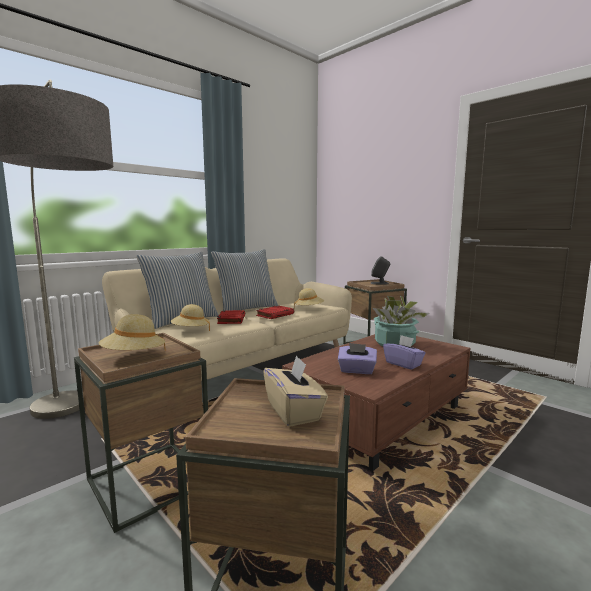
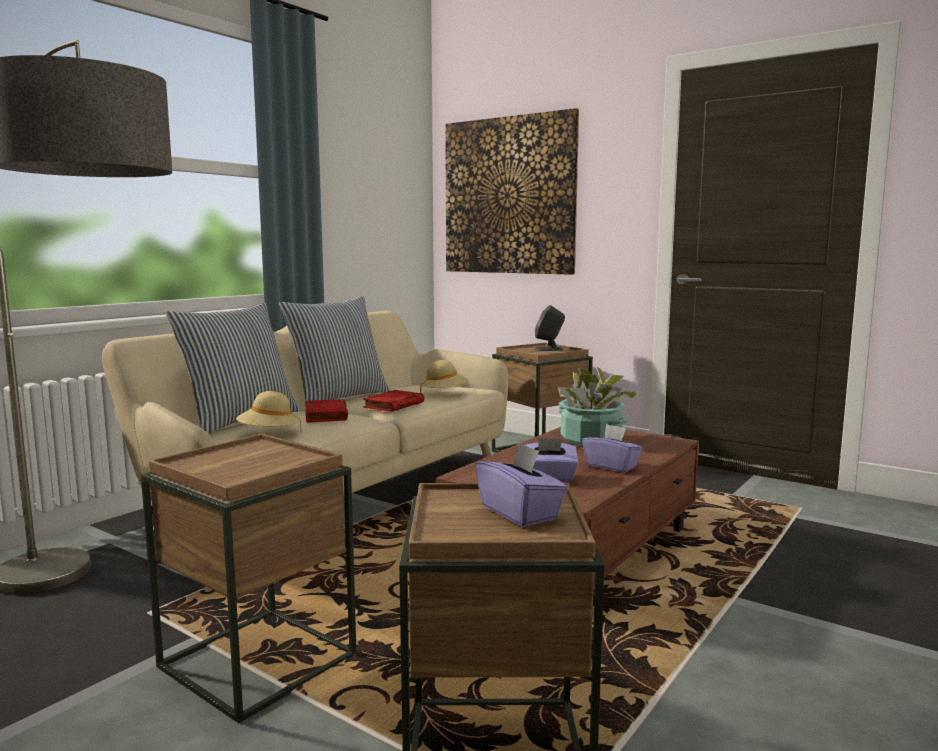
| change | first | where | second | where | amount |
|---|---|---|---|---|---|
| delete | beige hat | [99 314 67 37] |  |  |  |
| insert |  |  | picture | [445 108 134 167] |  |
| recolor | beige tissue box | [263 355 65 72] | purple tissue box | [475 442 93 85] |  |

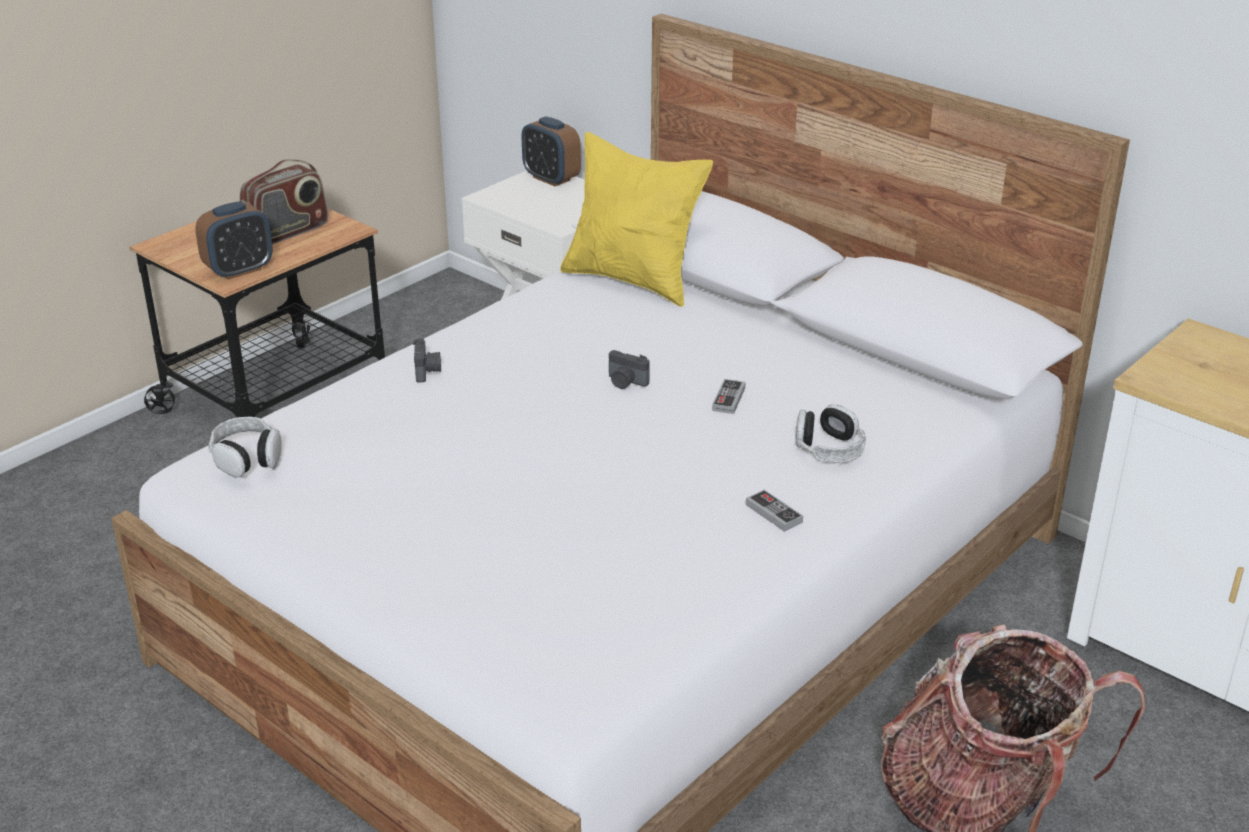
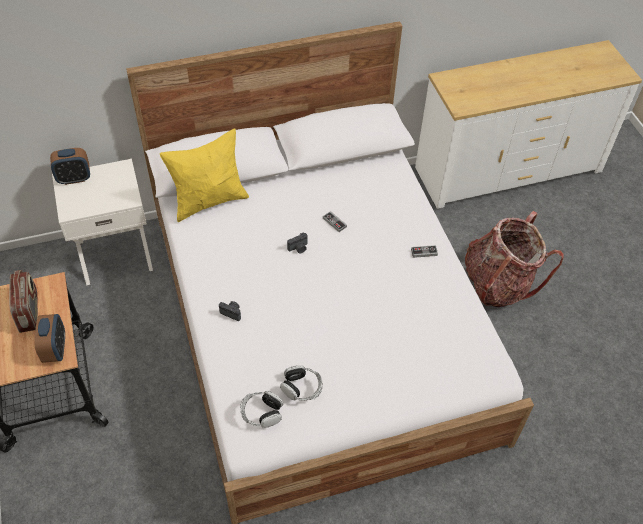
| change | first | where | second | where | amount |
|---|---|---|---|---|---|
| move | headphones | [796 404 70 59] |  | [280 365 43 36] |  |

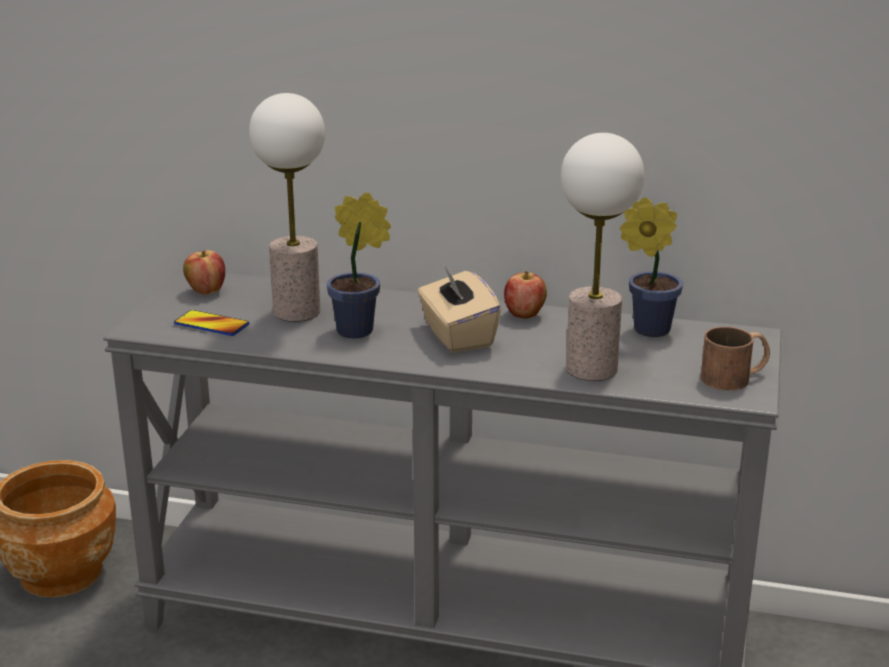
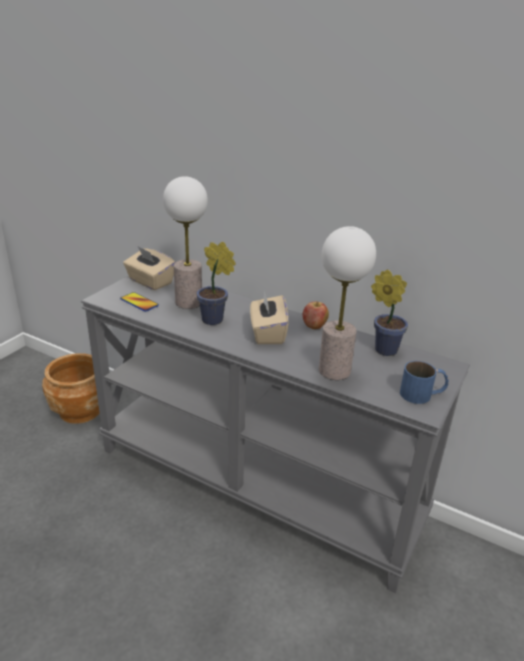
| change | first | where | second | where | amount |
|---|---|---|---|---|---|
| replace | apple | [183 250 42 45] | beige tissue box | [123 246 52 44] |  |
| recolor | brown mug | [701 327 69 64] | blue mug | [400 361 49 43] |  |

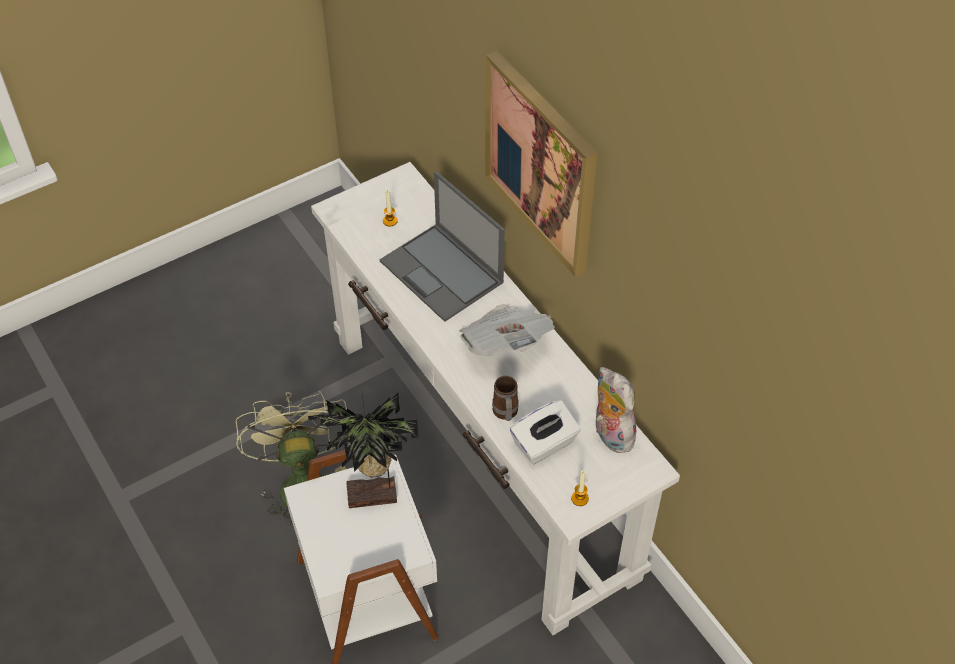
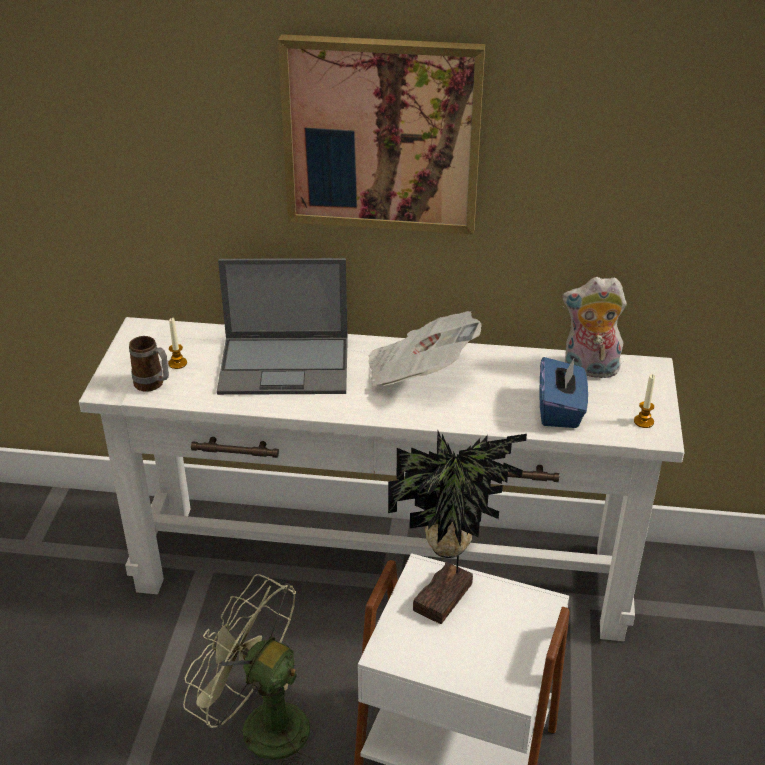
| change | first | where | second | where | amount |
|---|---|---|---|---|---|
| move | mug | [492 376 26 45] |  | [129 336 40 56] |  |
| recolor | white tissue box | [510 400 71 64] | blue tissue box | [540 357 48 71] |  |

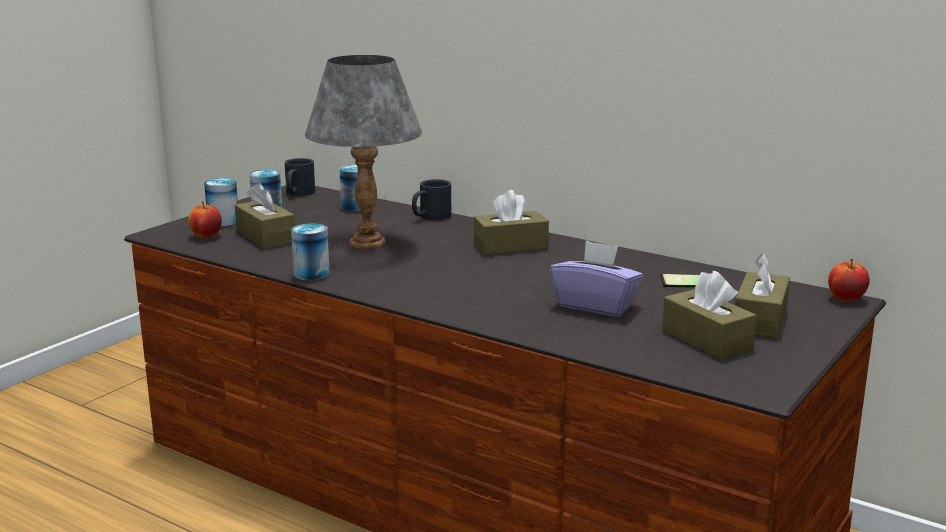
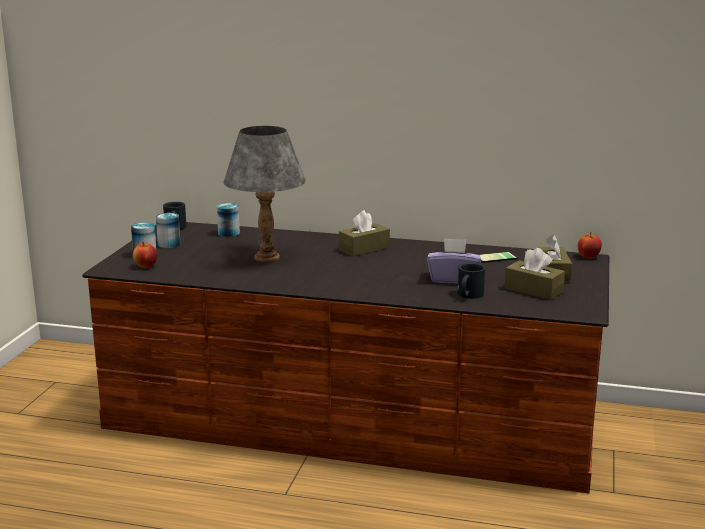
| change | first | where | second | where | amount |
|---|---|---|---|---|---|
| delete | brown tissue box | [235 183 60 65] |  |  |  |
| delete | can | [291 223 39 57] |  |  |  |
| move | black mug | [412 179 39 41] |  | [458 263 27 36] |  |

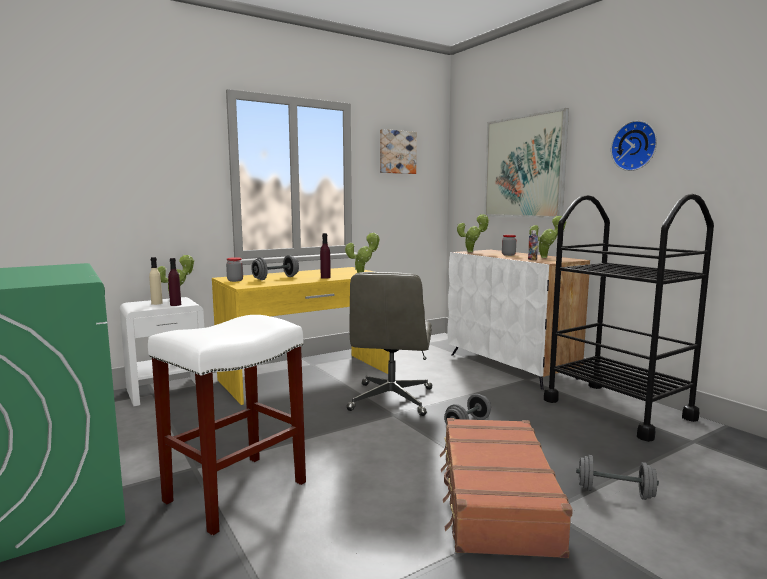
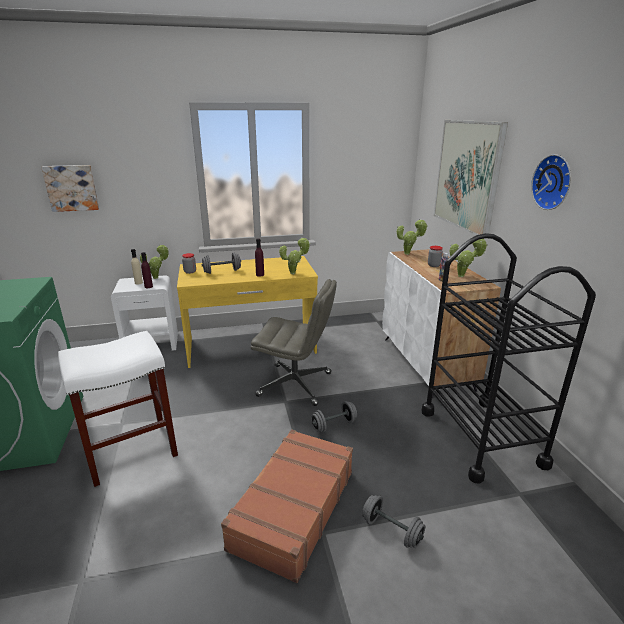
| change | first | where | second | where | amount |
|---|---|---|---|---|---|
| move | picture | [380 129 37 45] |  | [41 165 58 47] |  |
| rotate | grey office chair | [346 272 86 144] |  | [251 279 86 127] | 105 degrees counterclockwise |

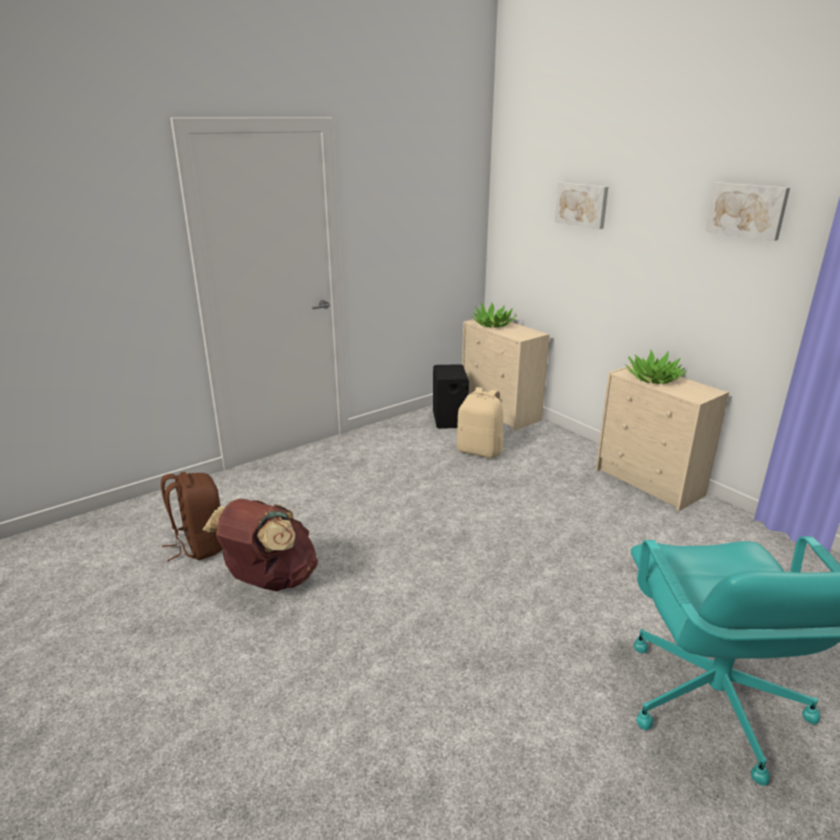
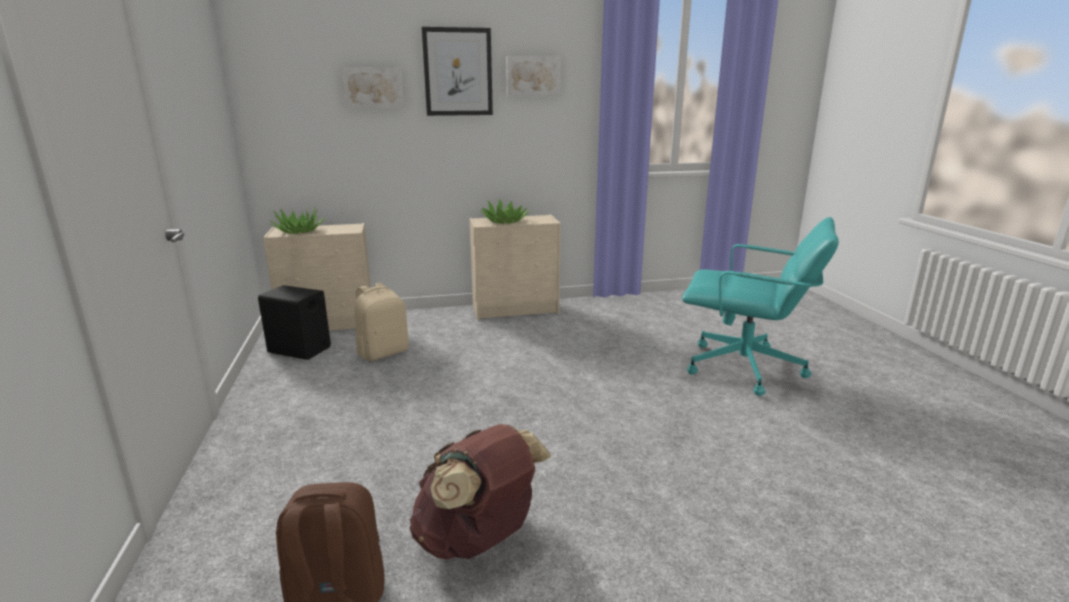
| change | first | where | second | where | amount |
|---|---|---|---|---|---|
| insert |  |  | picture | [422 27 71 89] |  |

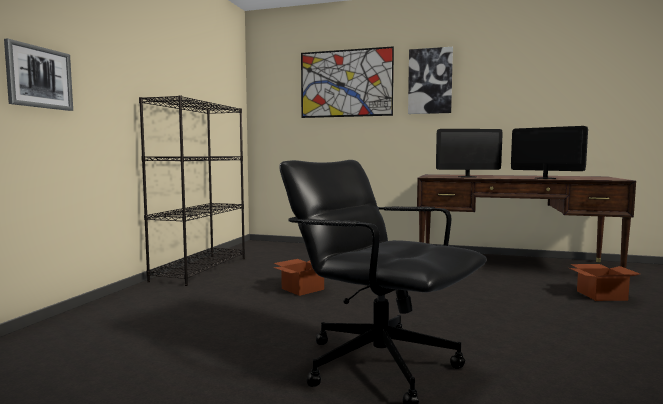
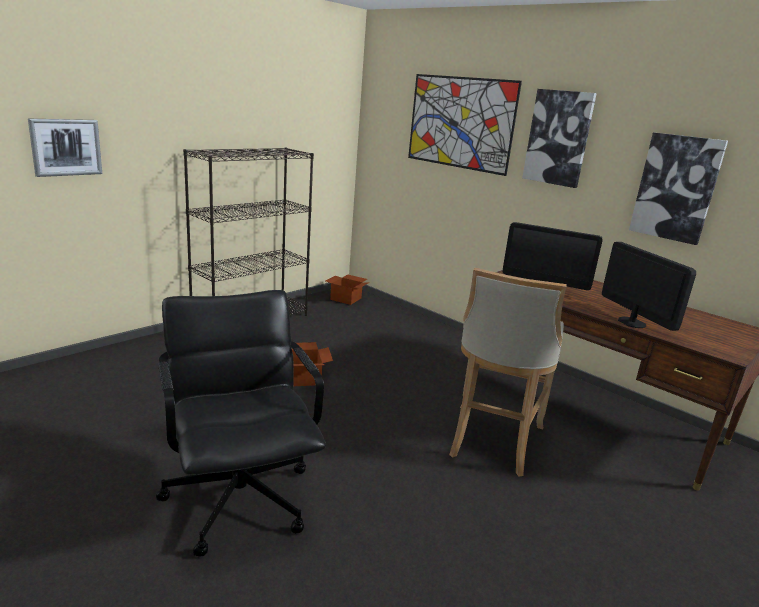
| change | first | where | second | where | amount |
|---|---|---|---|---|---|
| insert |  |  | beige stool | [449 268 118 209] |  |
| insert |  |  | picture | [629 133 99 112] |  |
| move | cardboard box | [569 264 72 37] |  | [325 274 44 31] |  |

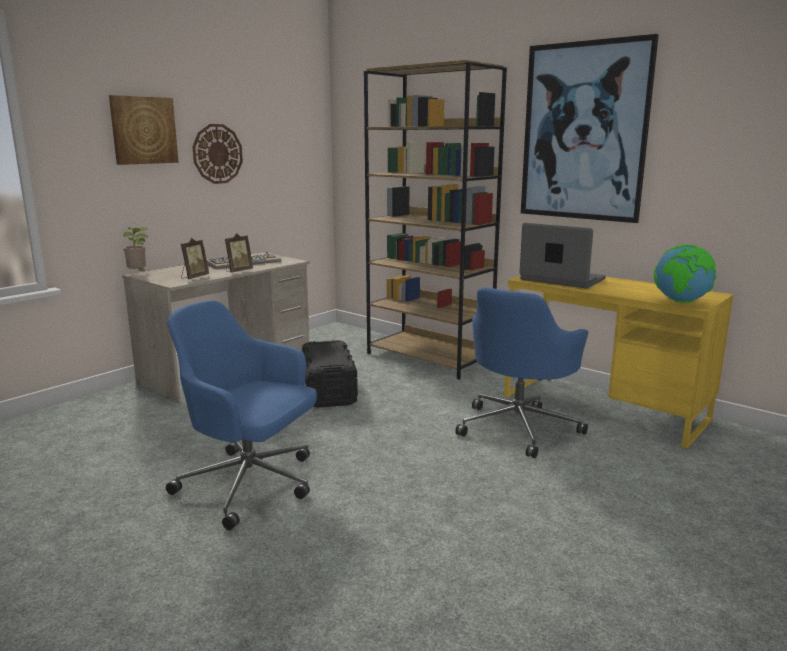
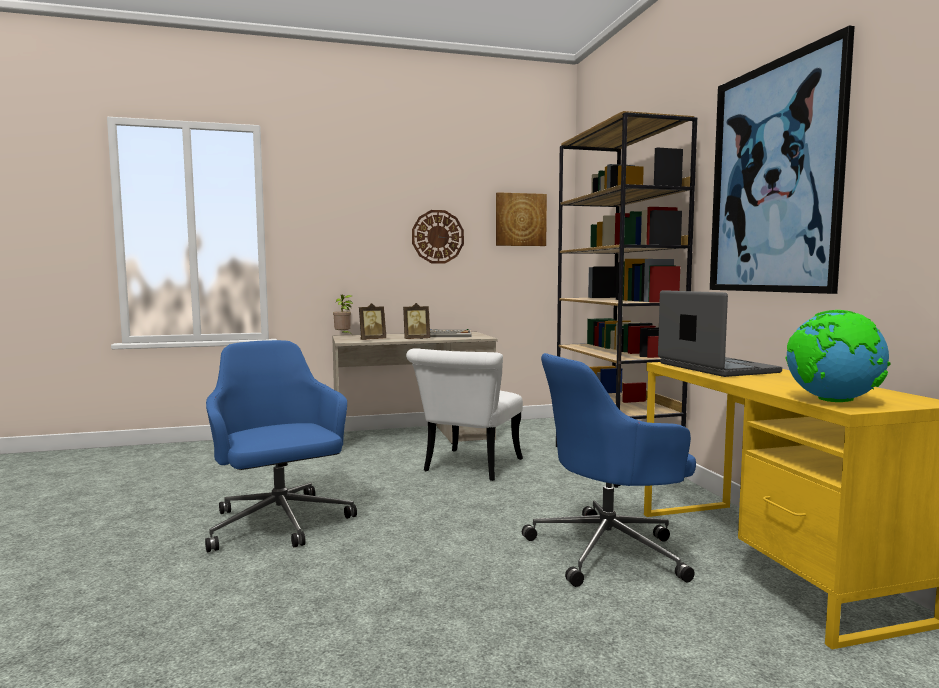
| change | first | where | second | where | amount |
|---|---|---|---|---|---|
| move | picture | [109 95 70 70] |  | [496 192 51 54] |  |
| replace | black storage box | [302 340 56 68] | white chair | [406 348 117 133] |  |

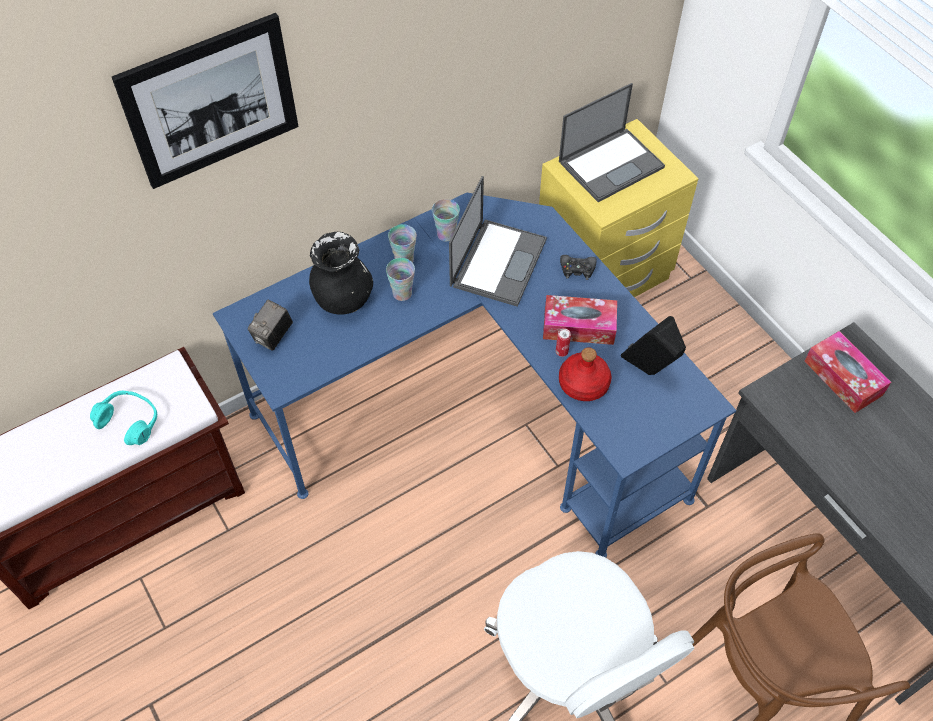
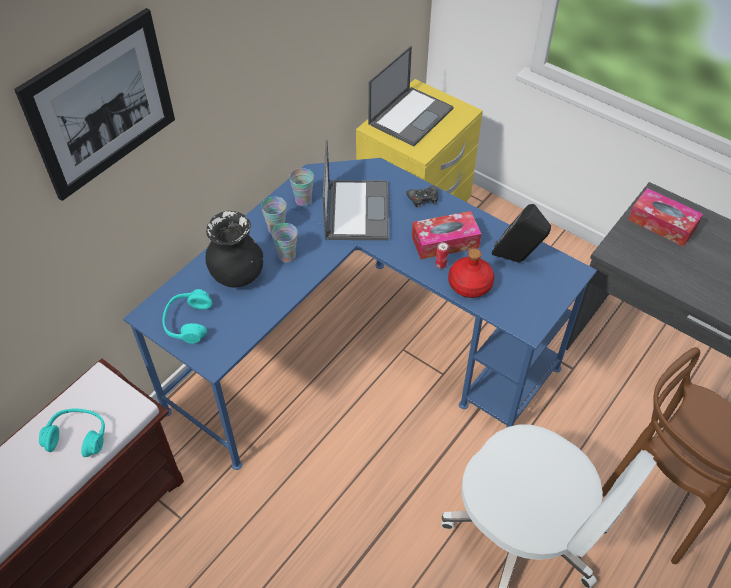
| change | first | where | second | where | amount |
|---|---|---|---|---|---|
| replace | photo camera | [248 300 45 51] | turquoise headphones | [162 289 51 55] |  |

